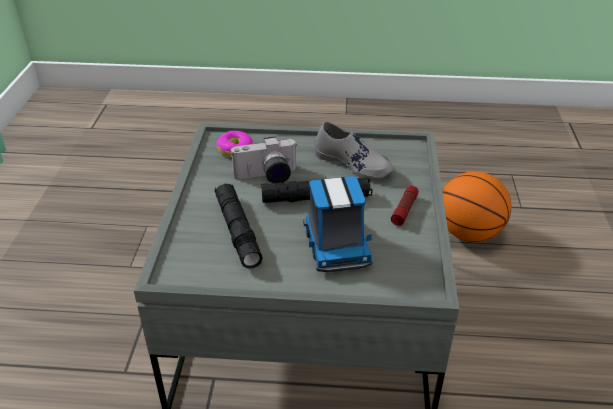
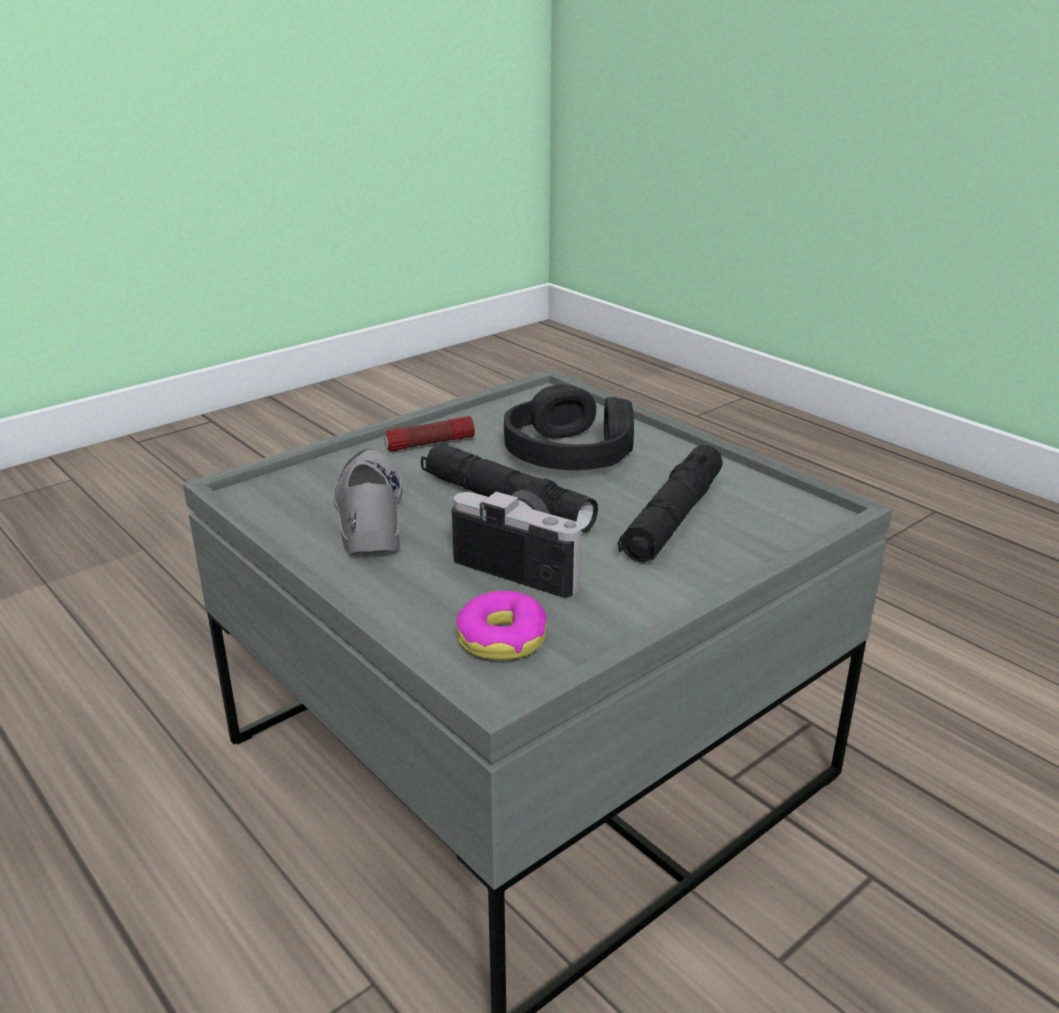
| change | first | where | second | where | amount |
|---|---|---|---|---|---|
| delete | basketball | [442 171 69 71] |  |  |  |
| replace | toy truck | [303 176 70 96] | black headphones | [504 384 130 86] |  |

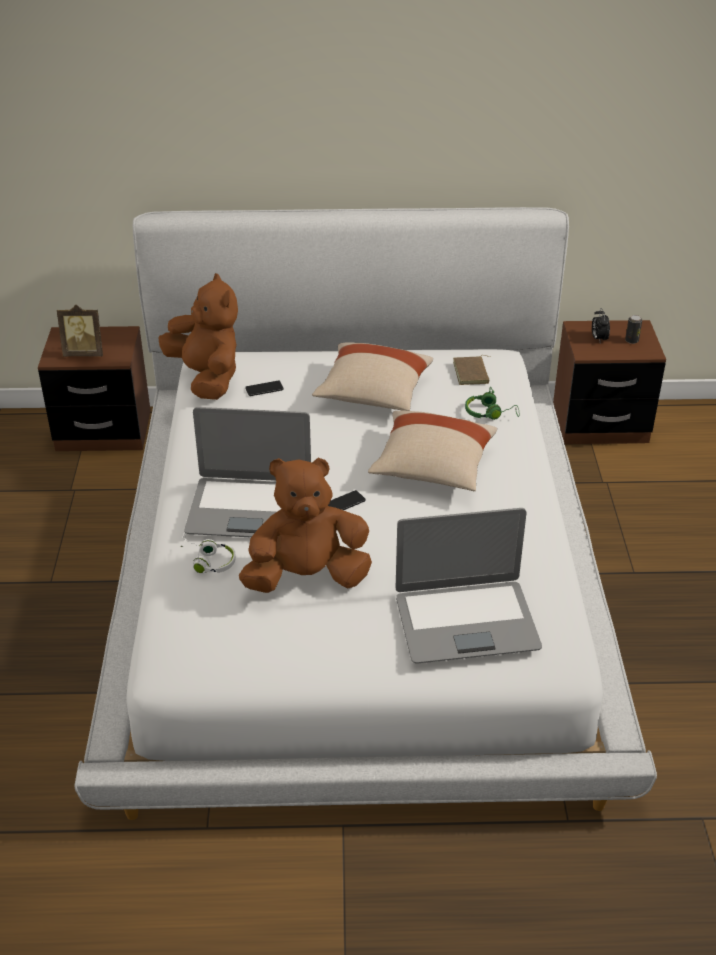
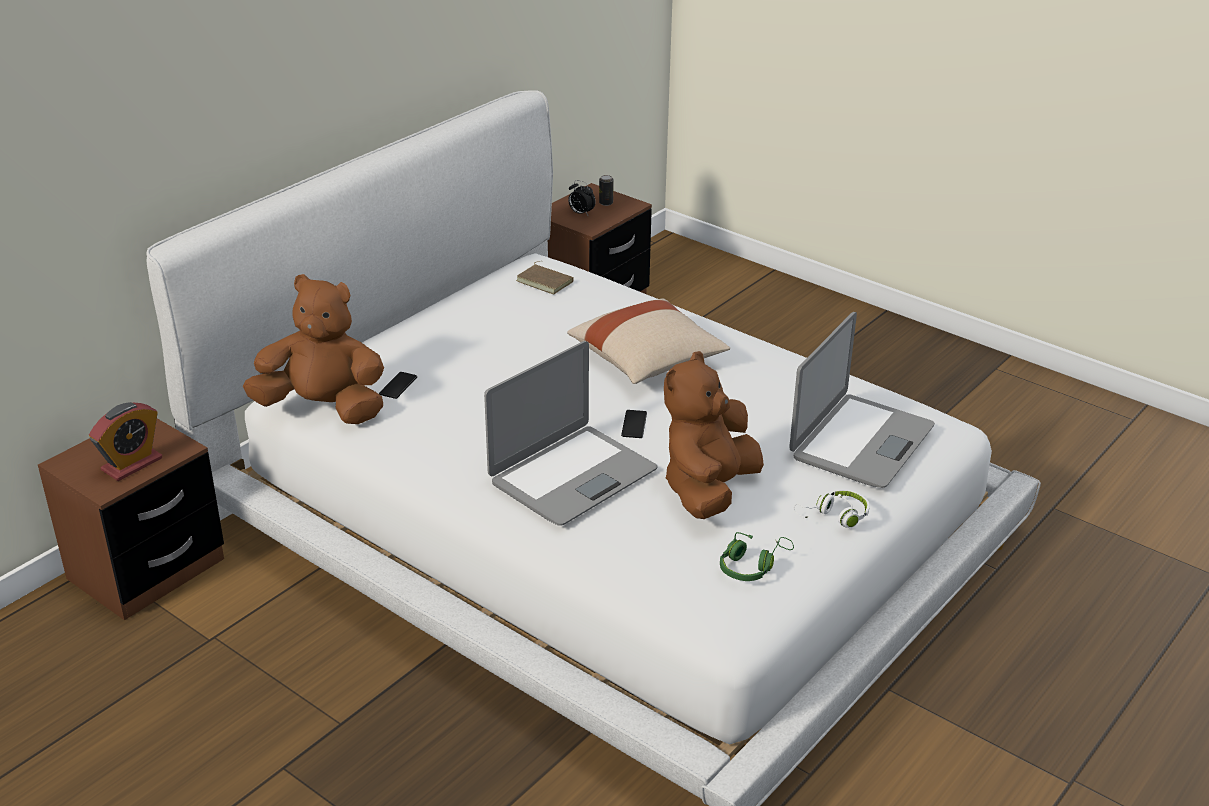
| change | first | where | second | where | amount |
|---|---|---|---|---|---|
| delete | beige pillow | [312 342 121 69] |  |  |  |
| move | white headphones | [181 533 55 41] |  | [794 489 76 39] |  |
| move | green headphones | [465 387 54 33] |  | [720 532 74 49] |  |
| replace | picture frame | [57 305 46 52] | alarm clock | [89 402 73 79] |  |

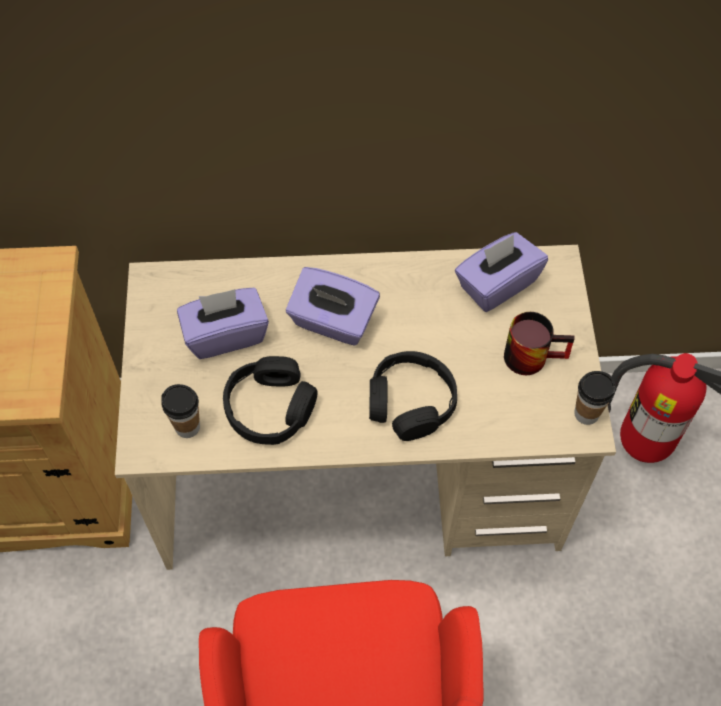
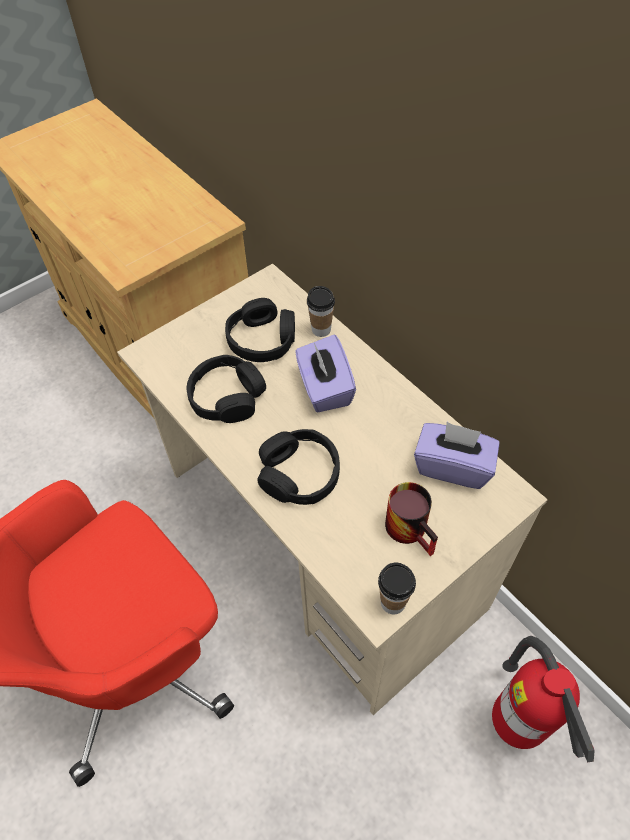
| change | first | where | second | where | amount |
|---|---|---|---|---|---|
| move | cup | [161 384 39 54] |  | [307 286 28 51] |  |
| replace | purple tissue box | [177 288 92 71] | black headphones | [225 298 70 64] |  |

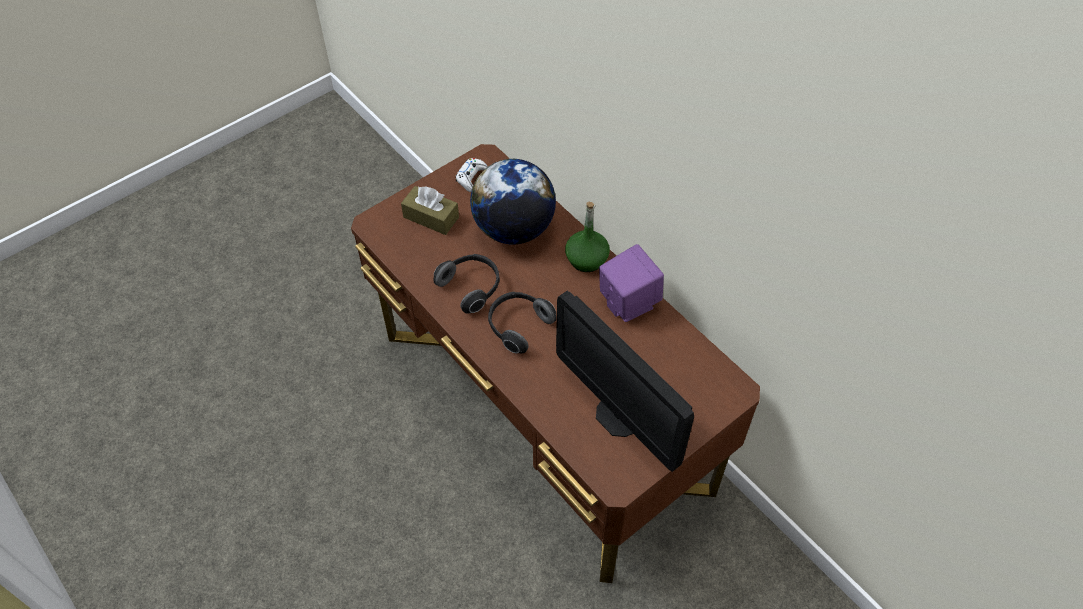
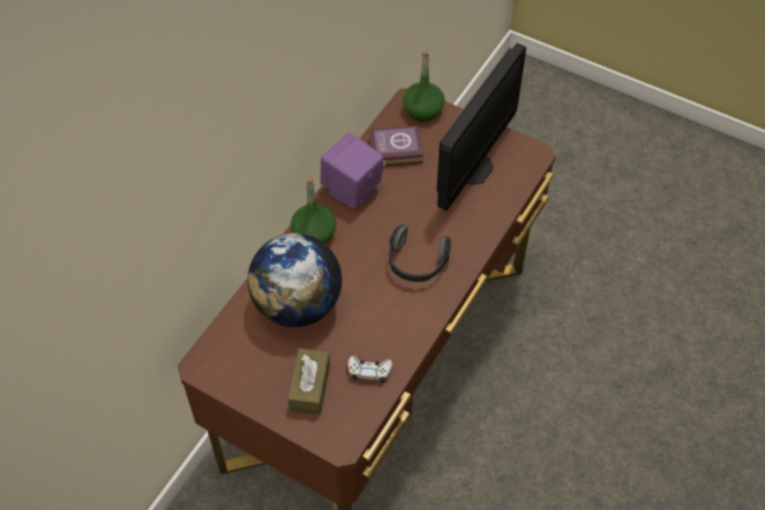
| change | first | where | second | where | amount |
|---|---|---|---|---|---|
| delete | headphones | [433 254 67 59] |  |  |  |
| insert |  |  | book | [370 126 53 40] |  |
| insert |  |  | green bottle | [403 51 42 70] |  |
| move | white game controller | [455 158 33 34] |  | [348 355 45 28] |  |

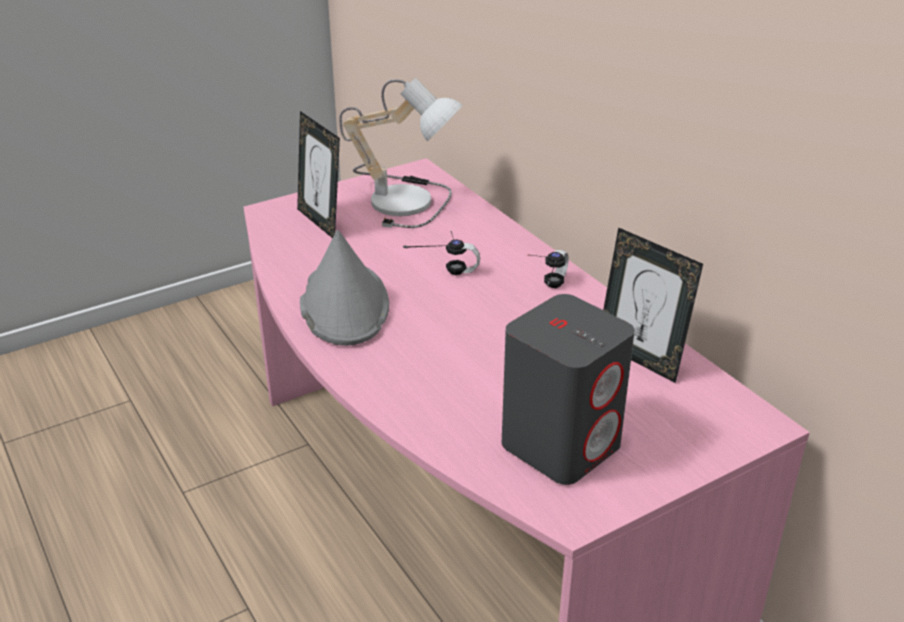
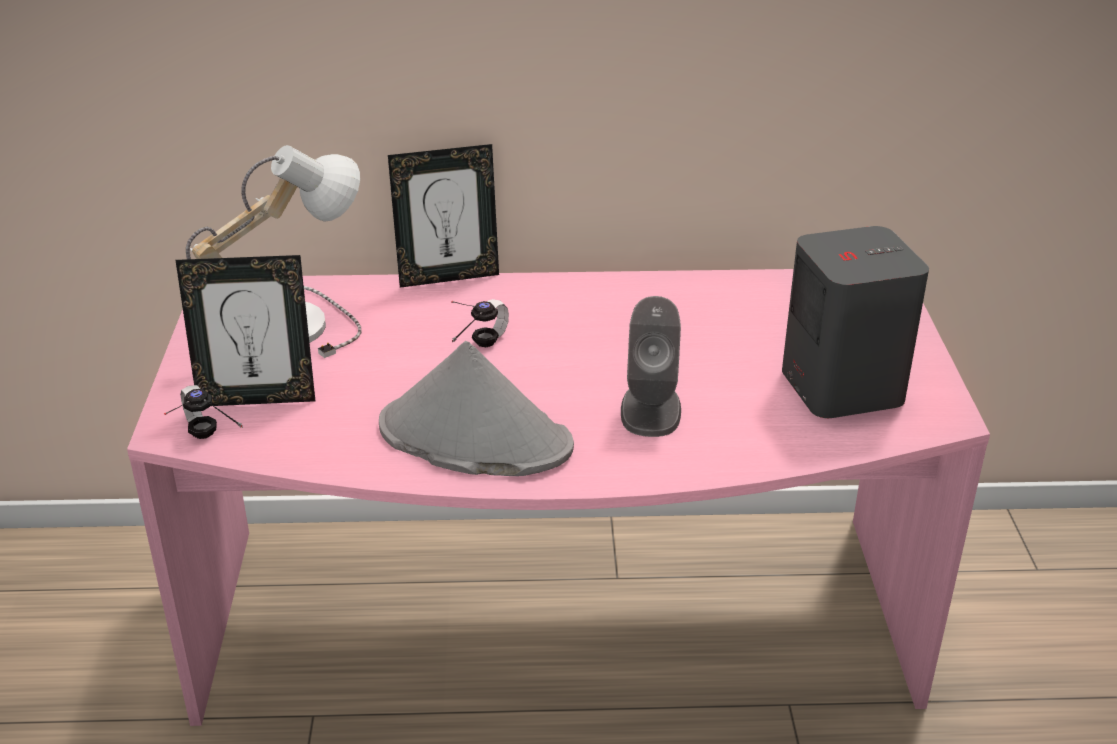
| change | first | where | second | where | amount |
|---|---|---|---|---|---|
| insert |  |  | grey speaker | [621 296 60 141] |  |
| move | headphones | [528 250 41 38] |  | [164 385 79 54] |  |
| move | picture frame | [603 227 100 156] |  | [388 144 111 144] |  |

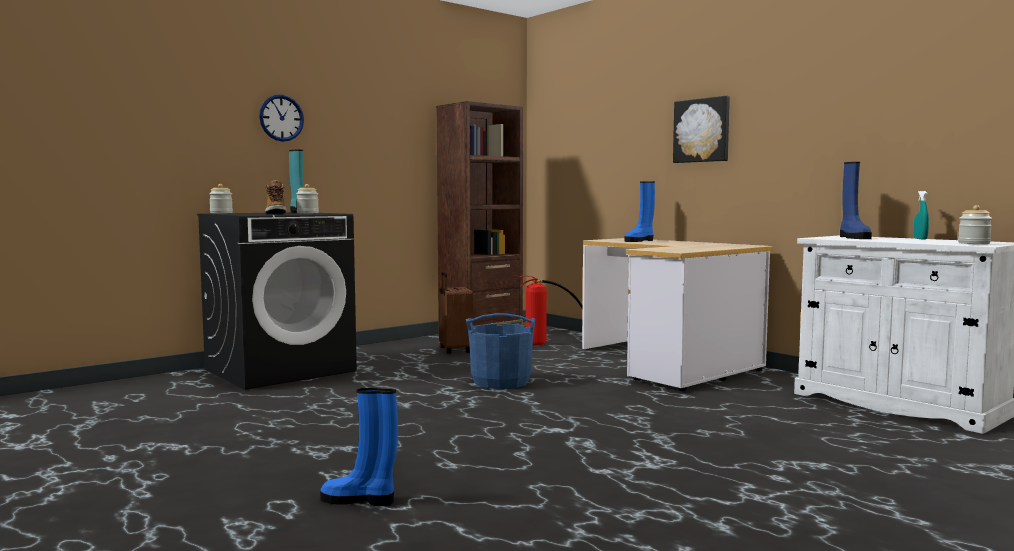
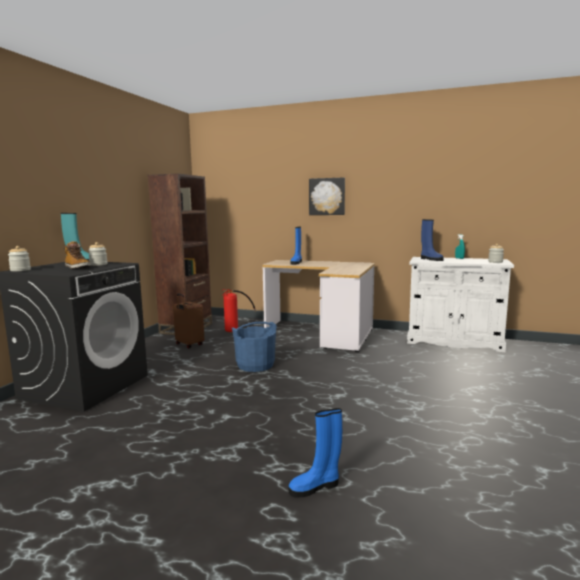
| change | first | where | second | where | amount |
|---|---|---|---|---|---|
| delete | wall clock | [259 95 45 47] |  |  |  |

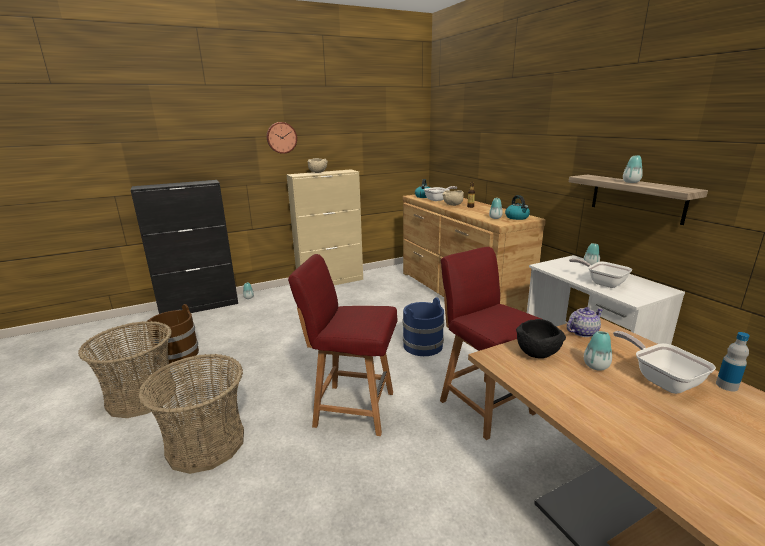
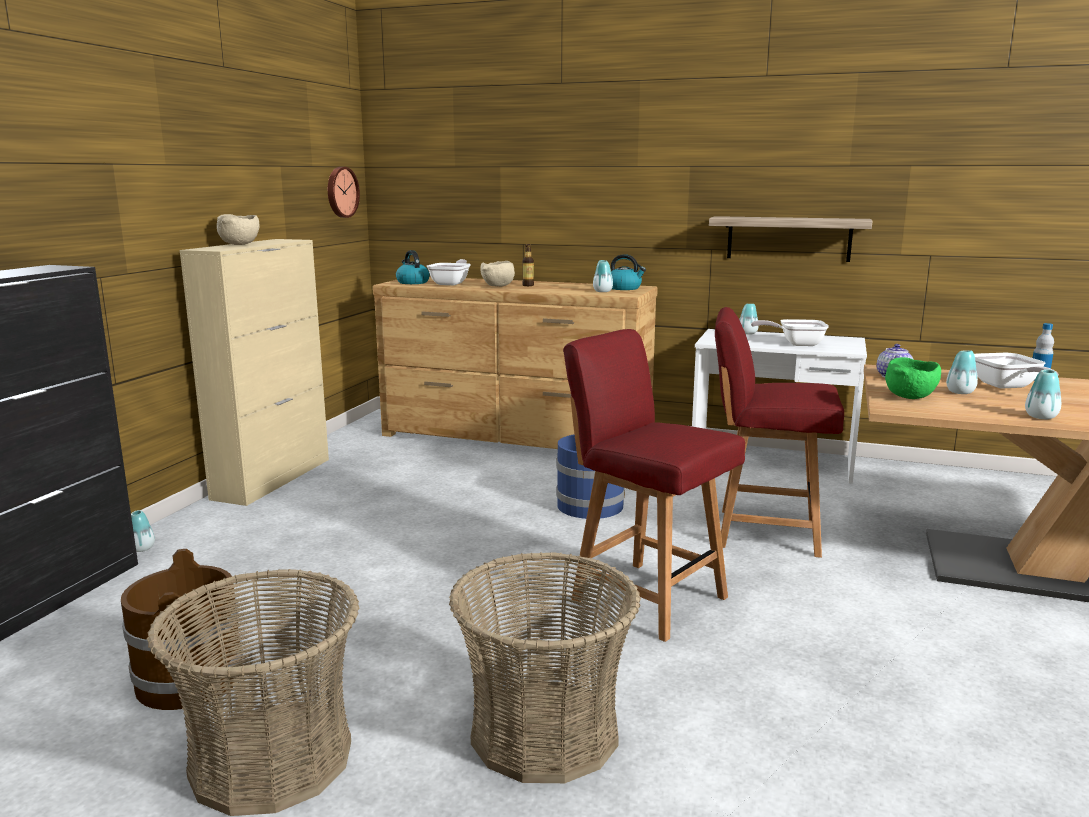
| change | first | where | second | where | amount |
|---|---|---|---|---|---|
| move | wall clock | [267 122 30 32] |  | [328 167 32 51] |  |
| move | vase | [623 155 20 28] |  | [1025 369 36 50] |  |
| recolor | black bowl | [516 319 50 39] | green bowl | [885 357 56 42] |  |
| rotate | red chair | [288 254 110 182] |  | [563 329 182 313] | 75 degrees clockwise |
| rotate | frying pan | [613 331 103 63] |  | [974 353 85 35] | 120 degrees counterclockwise |

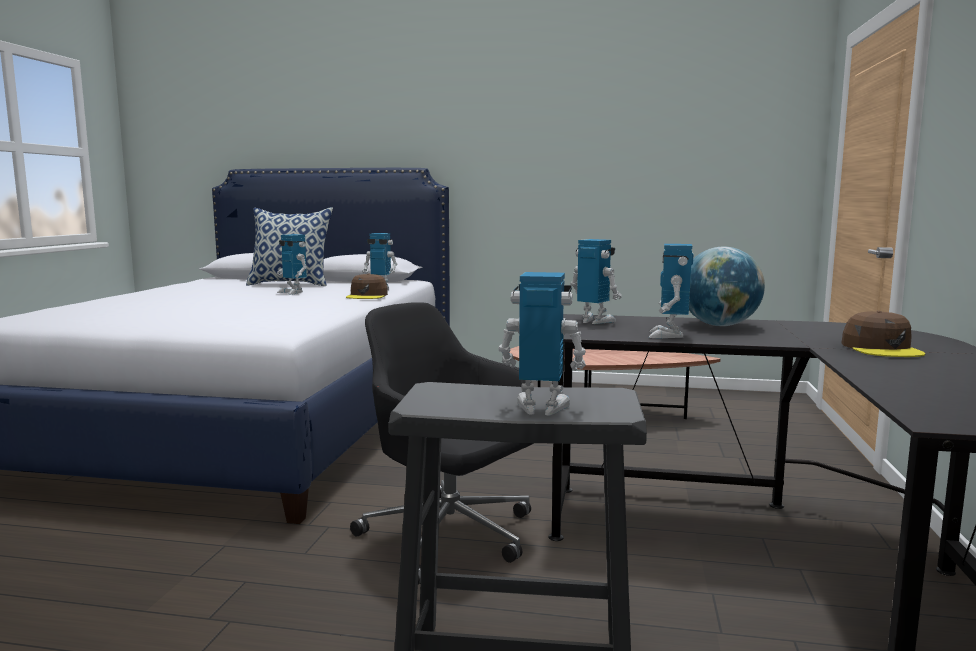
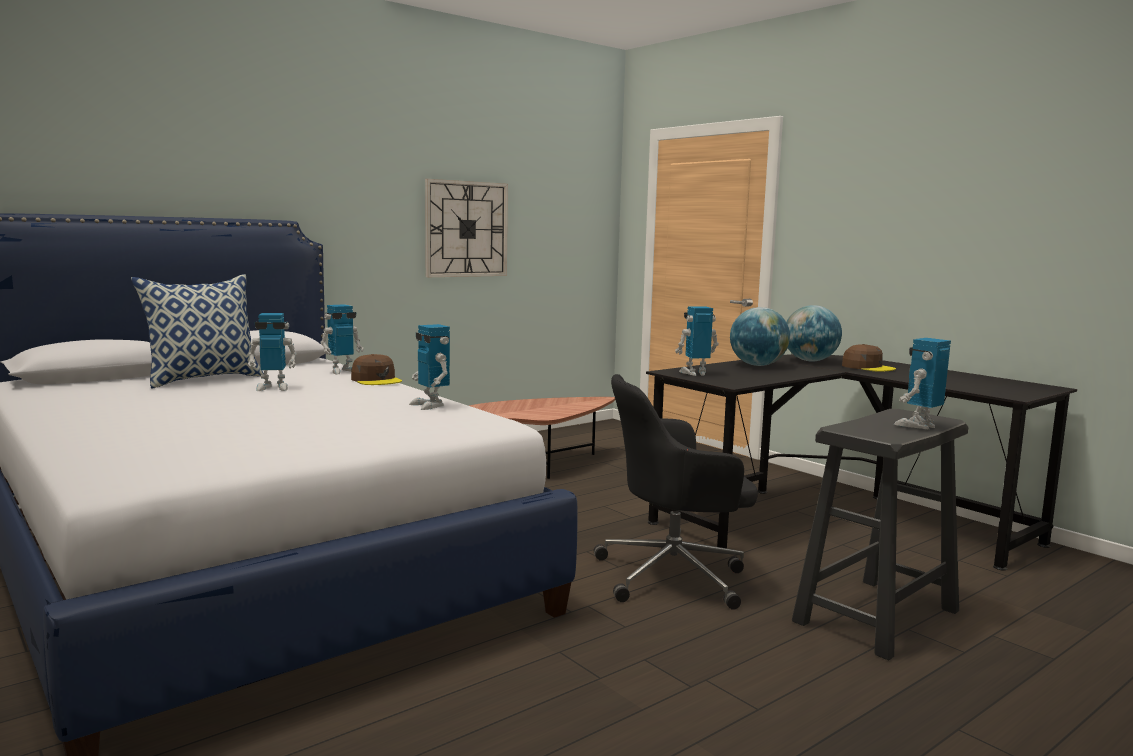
| change | first | where | second | where | amount |
|---|---|---|---|---|---|
| insert |  |  | wall clock | [425 179 83 98] |  |
| insert |  |  | globe | [786 305 56 56] |  |
| move | toy robot | [649 244 44 95] |  | [409 324 41 86] |  |

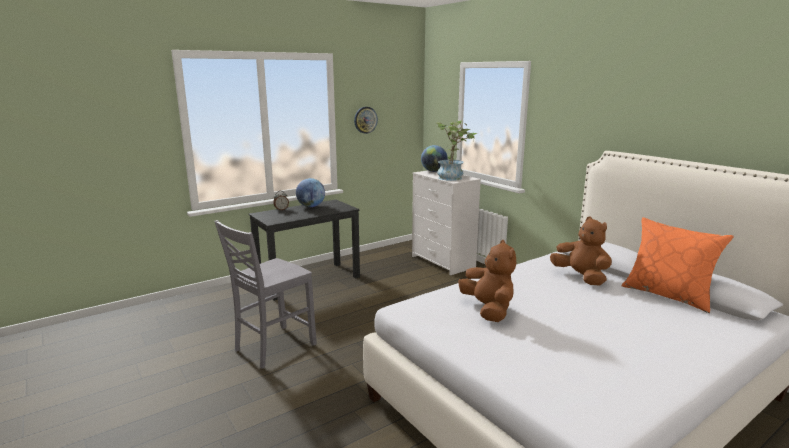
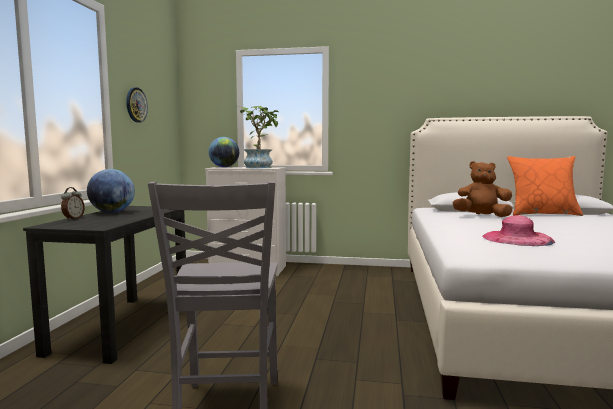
| change | first | where | second | where | amount |
|---|---|---|---|---|---|
| replace | brown plush toy | [458 240 58 82] | pink hat | [482 215 73 31] |  |

